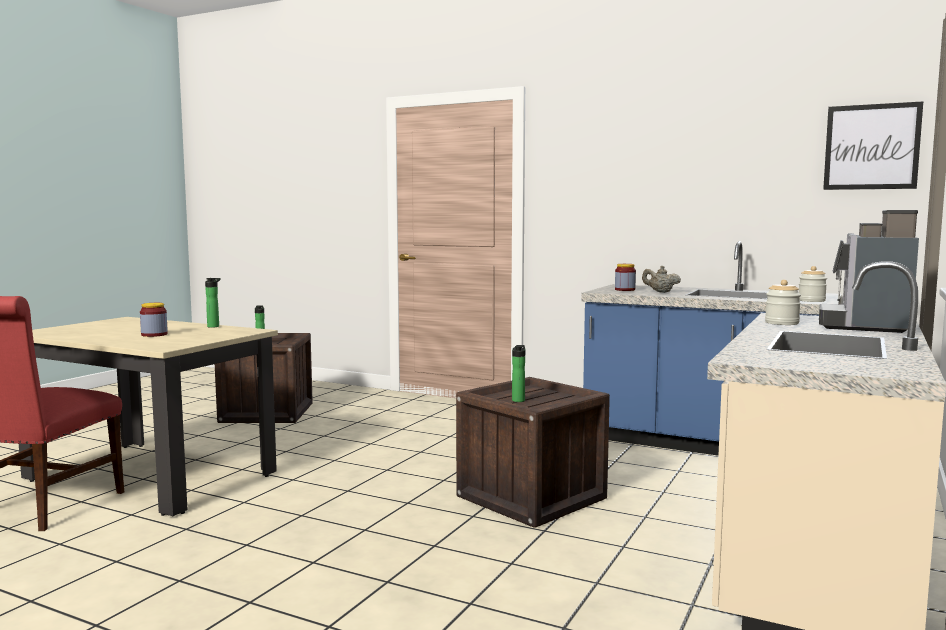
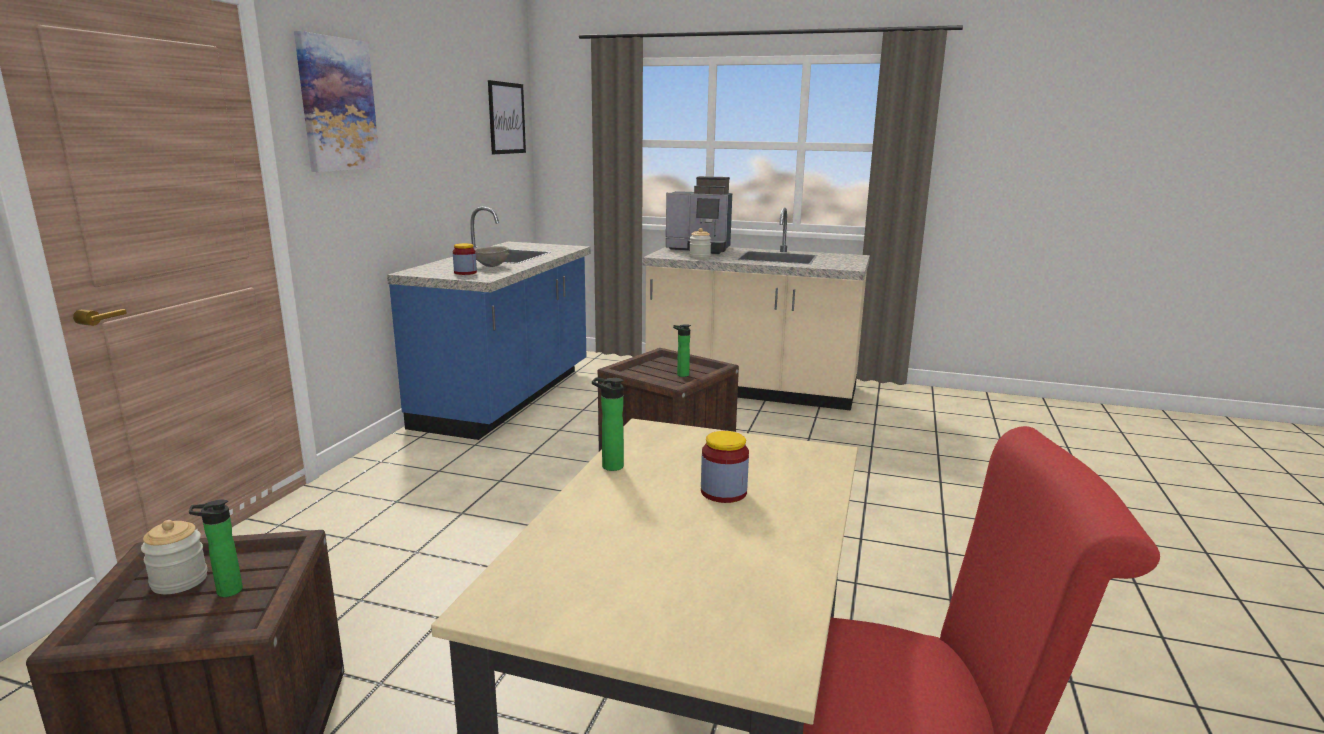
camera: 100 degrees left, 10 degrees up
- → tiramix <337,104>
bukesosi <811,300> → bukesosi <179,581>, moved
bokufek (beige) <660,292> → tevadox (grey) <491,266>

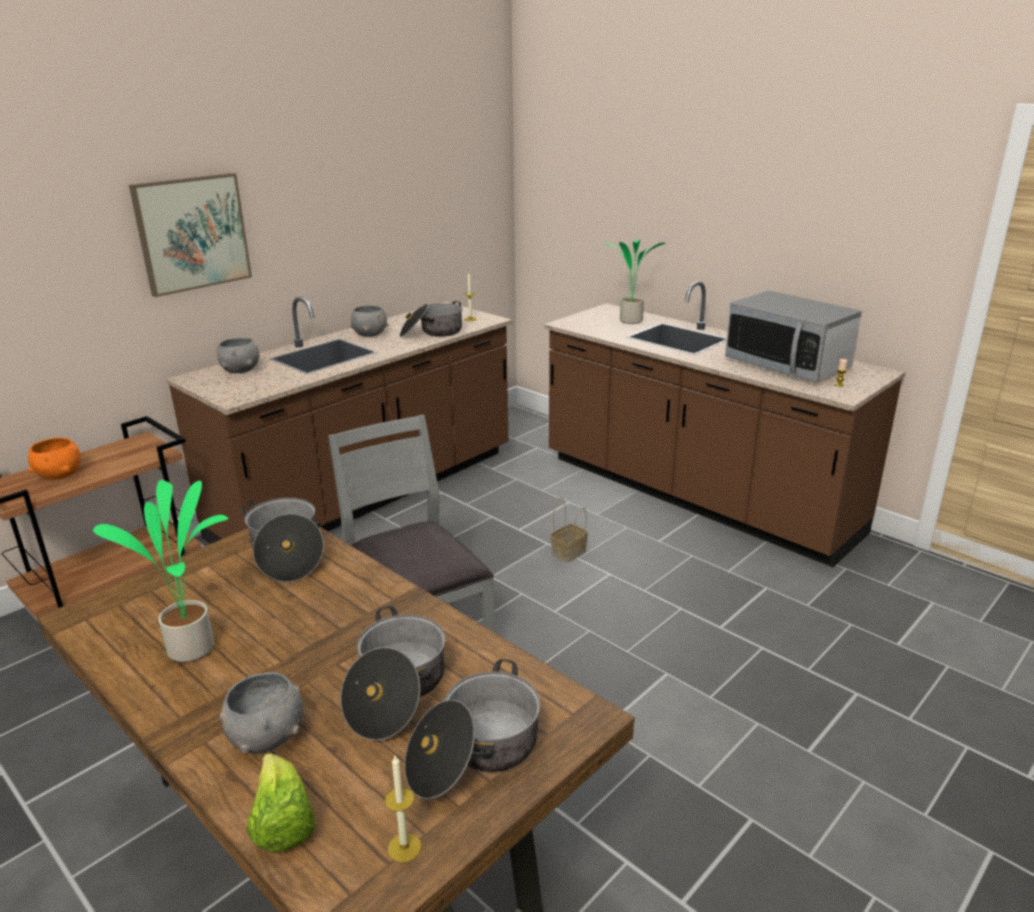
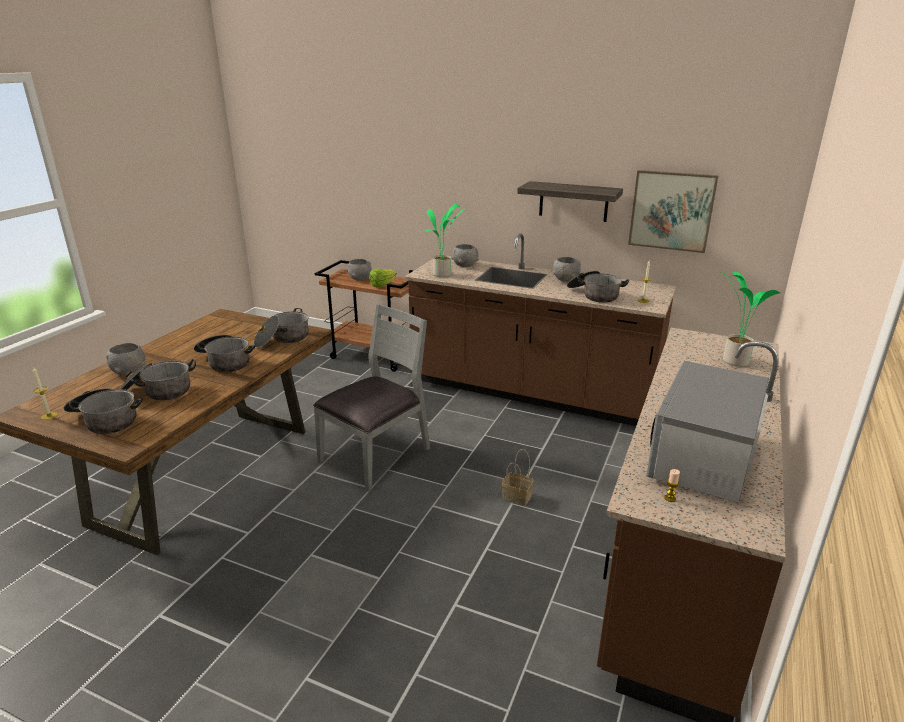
camera: 70 degrees right, 0 degrees up
- → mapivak <225,362>
- → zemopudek <573,201>
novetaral <194,647> → novetaral <443,274>, moved
tiramix <192,233> → tiramix <671,210>, moved
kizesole <282,824> → kizesole <382,285>, moved
tevadox (orange) <59,474> → tevadox (grey) <360,278>

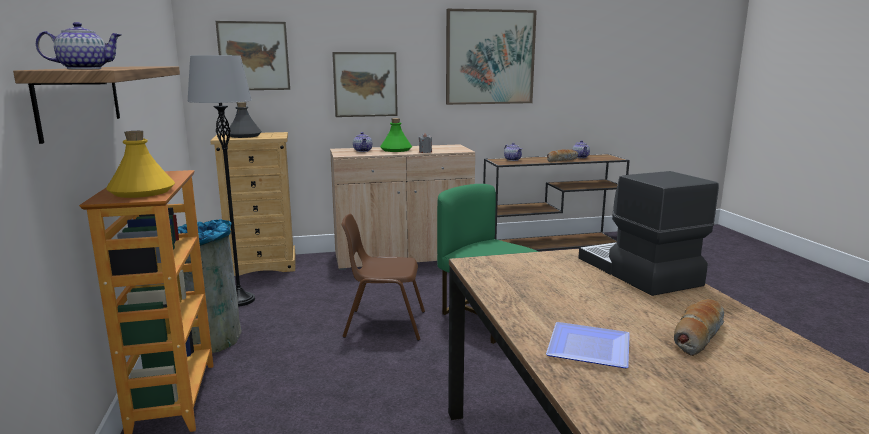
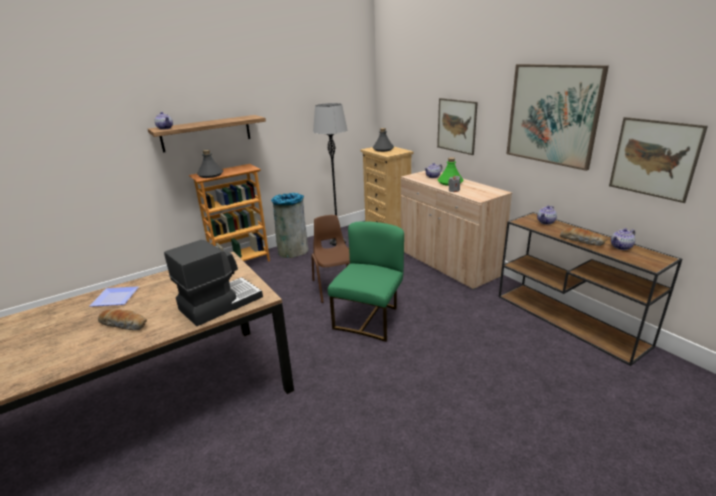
camera: 70 degrees right, 10 degrees up
tiramix <254,56> → tiramix <654,158>, moved
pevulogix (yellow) <142,192> → pevulogix (grey) <211,175>

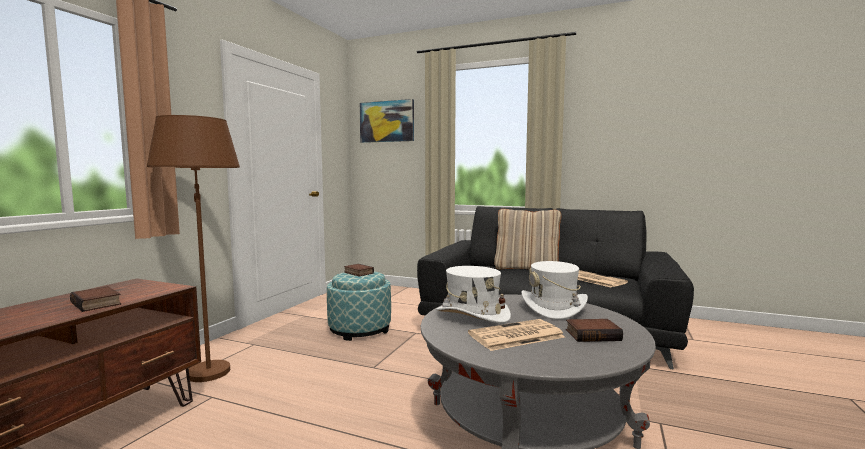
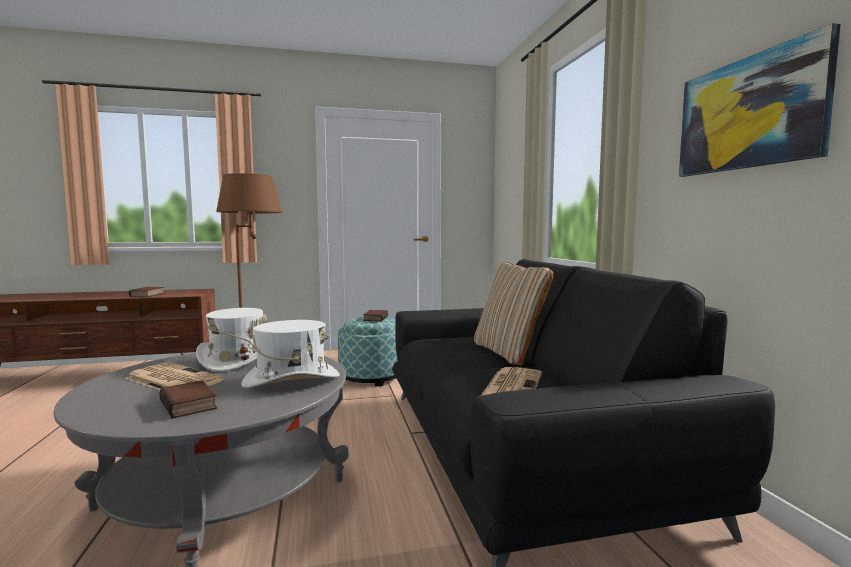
camera: 55 degrees right, 0 degrees up
tiramix <387,121> → tiramix <748,113>, moved

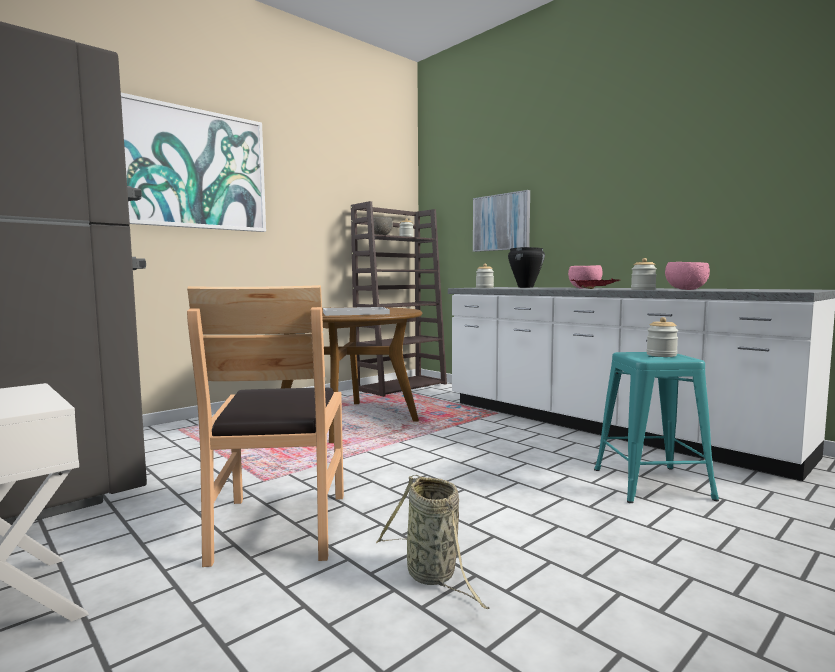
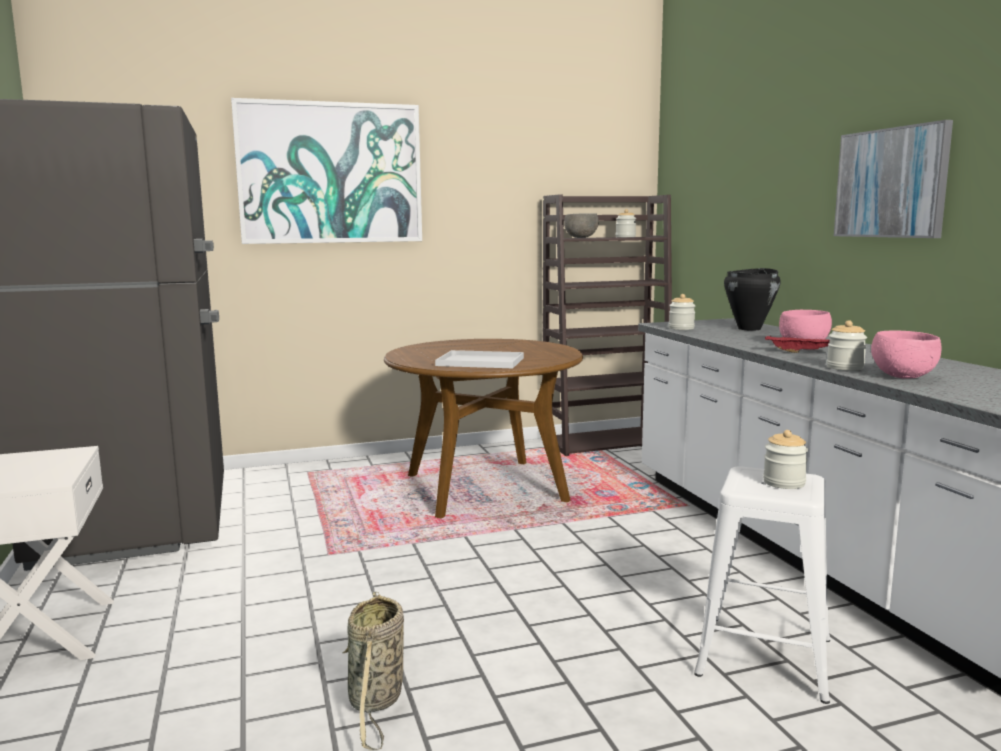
camera: 25 degrees right, 5 degrees up
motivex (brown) <279,526> → -
tiramix <501,222> → tiramix <891,183>, moved
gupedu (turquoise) <651,483> → gupedu (white) <764,656>

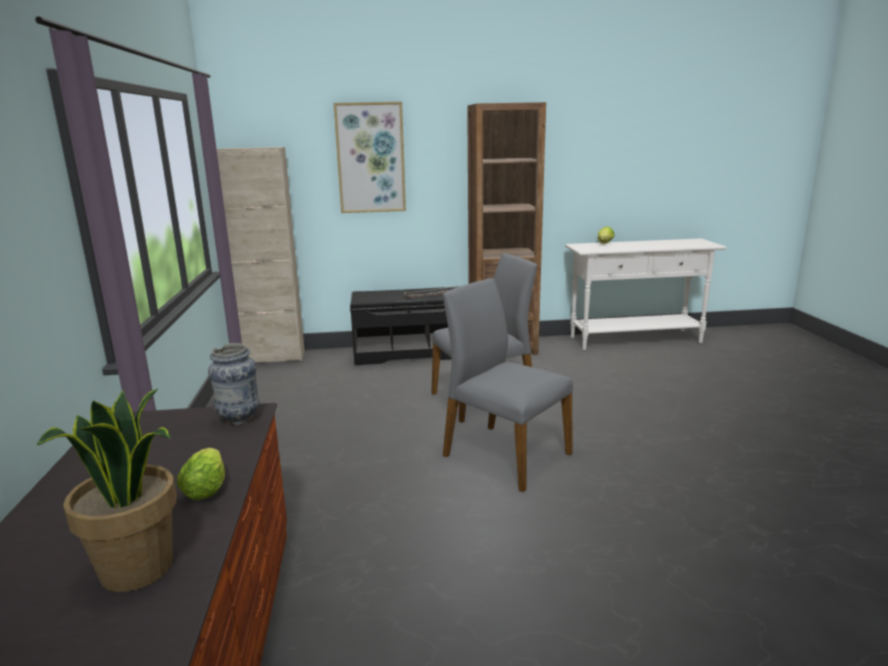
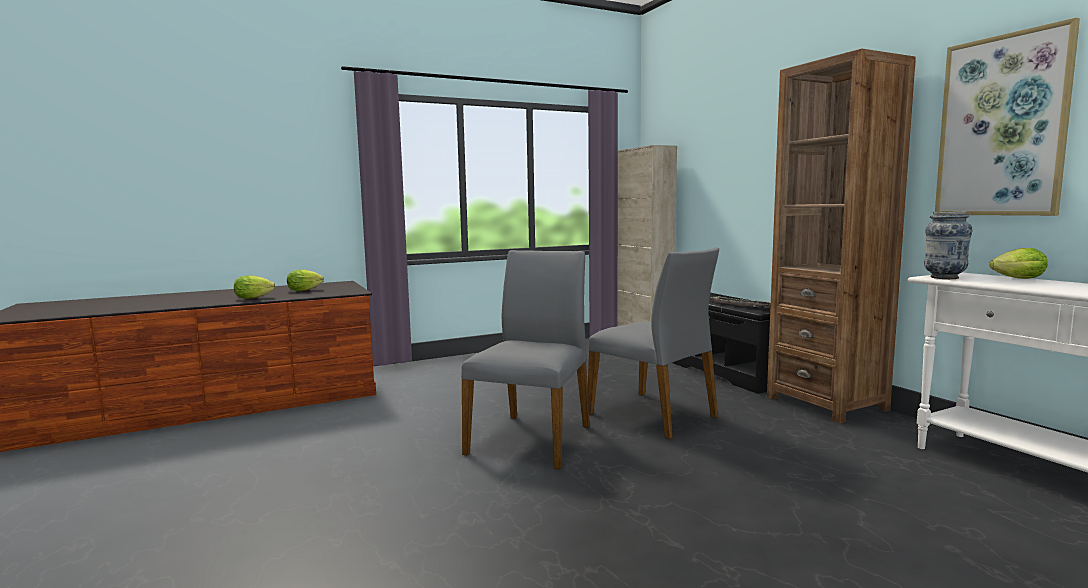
camera: 70 degrees right, 10 degrees down
novetaral <138,569> → -
- → kizesole <306,290>
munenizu <239,419> → munenizu <944,277>, moved
tiramix <370,158> → tiramix <1002,126>, moved

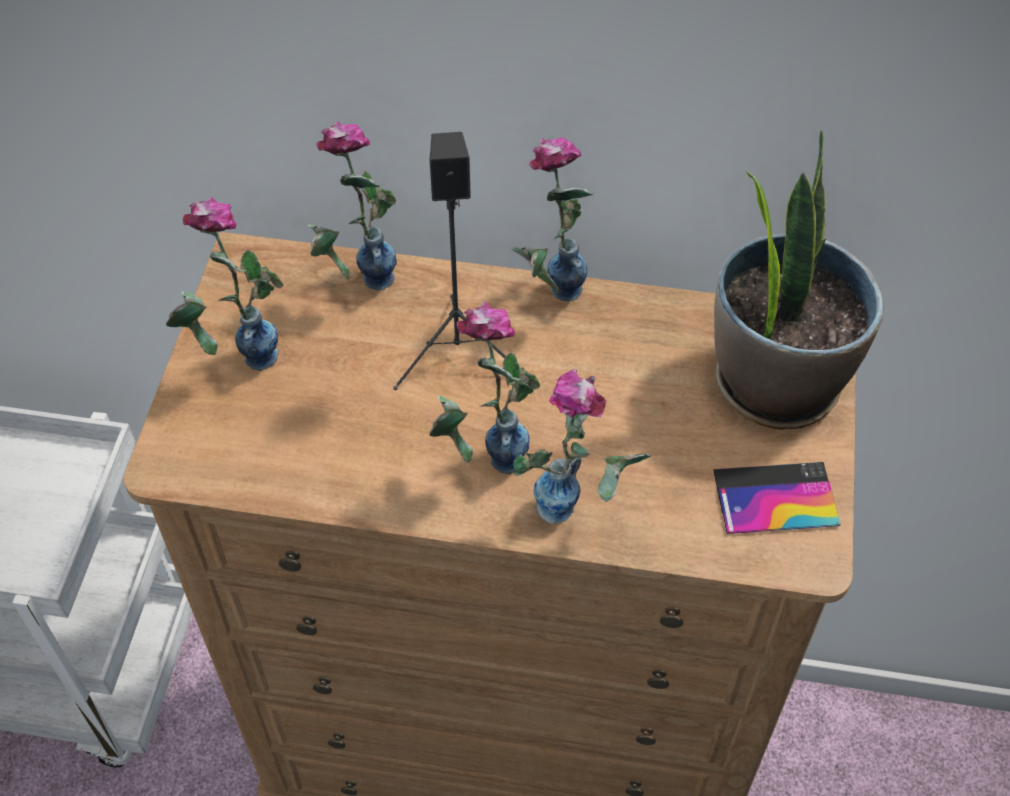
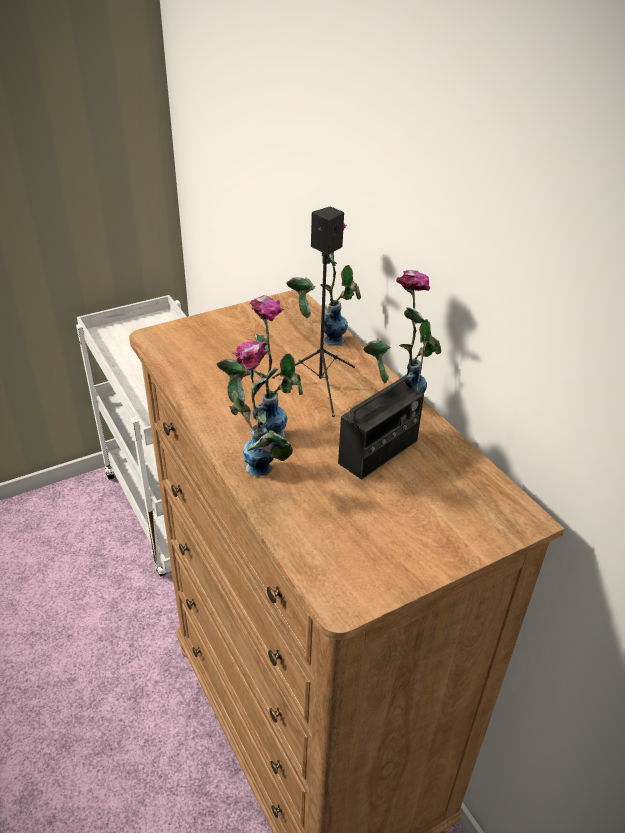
camera: 50 degrees right, 15 degrees down
munenizu <237,360> → -
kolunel <775,498> → -
novetaral <775,381> → -
- → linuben <378,452>

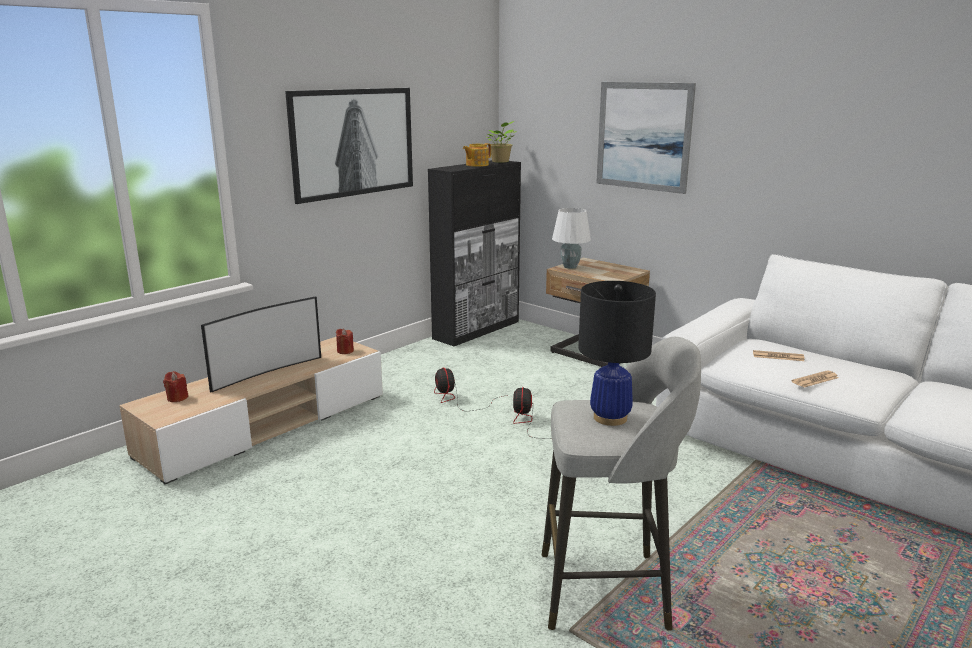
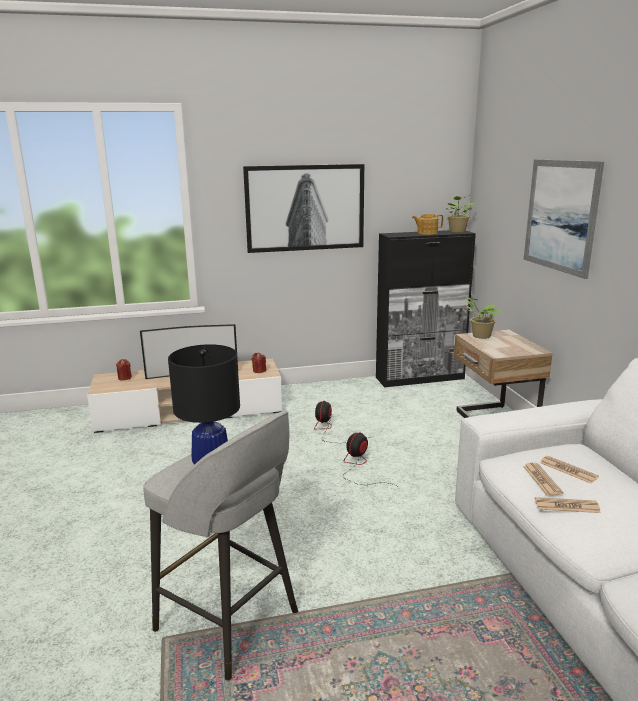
camera: 35 degrees right, 0 degrees up
- → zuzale <542,480>
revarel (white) <570,267> → novetaral <480,336>

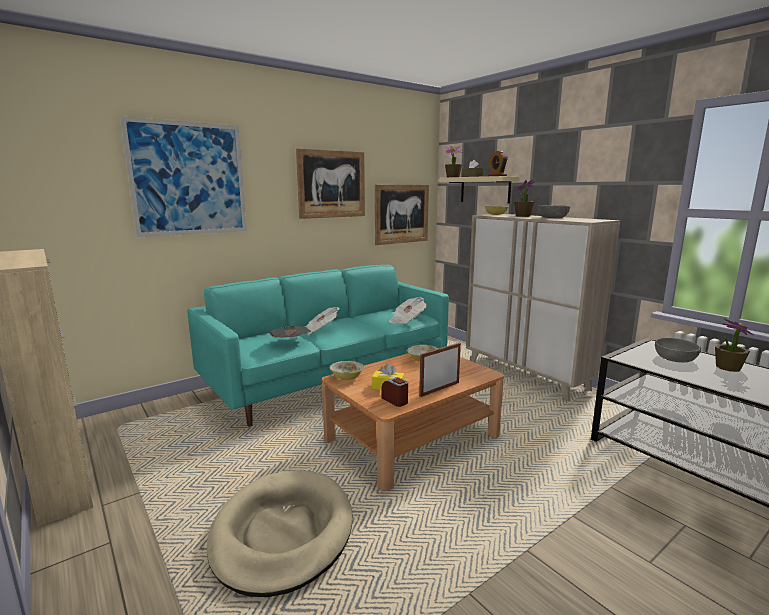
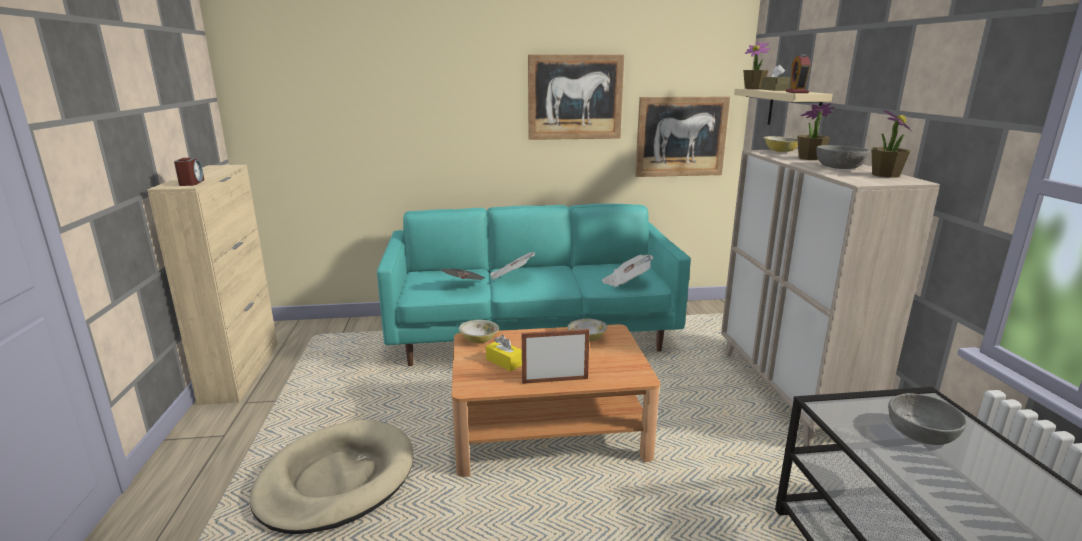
camera: 30 degrees right, 5 degrees up
tiramix <189,179> → -
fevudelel <395,400> → fevudelel <191,183>, moved
novetaral <728,367> → novetaral <885,175>, moved

